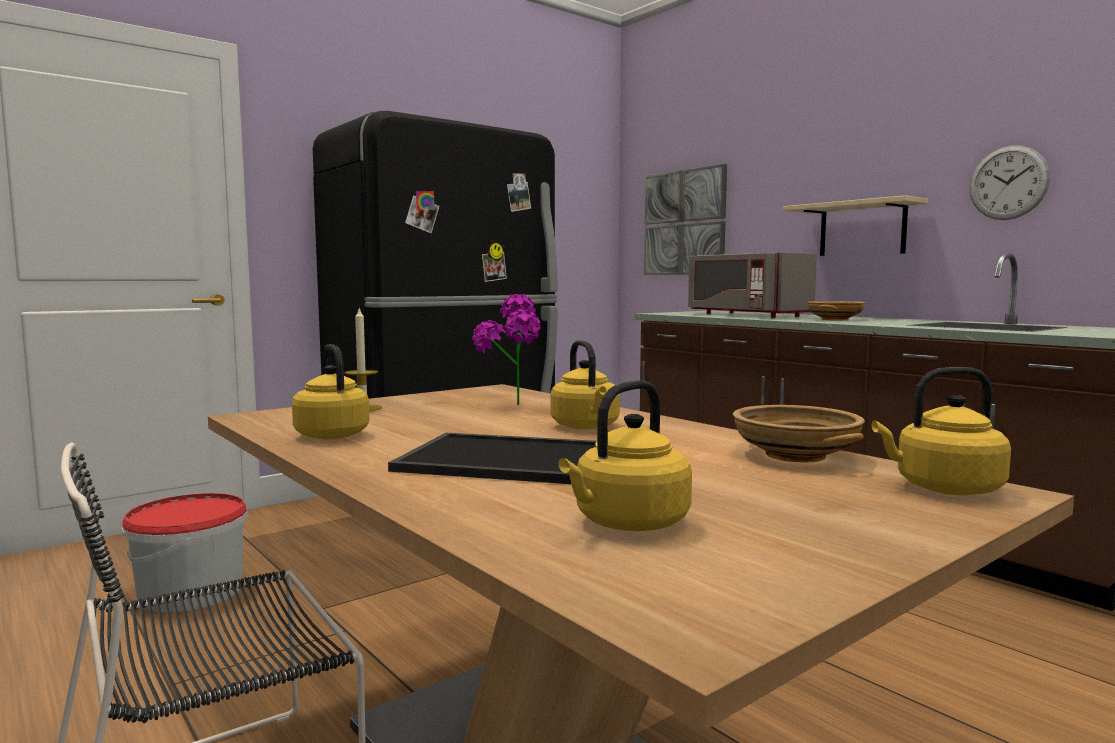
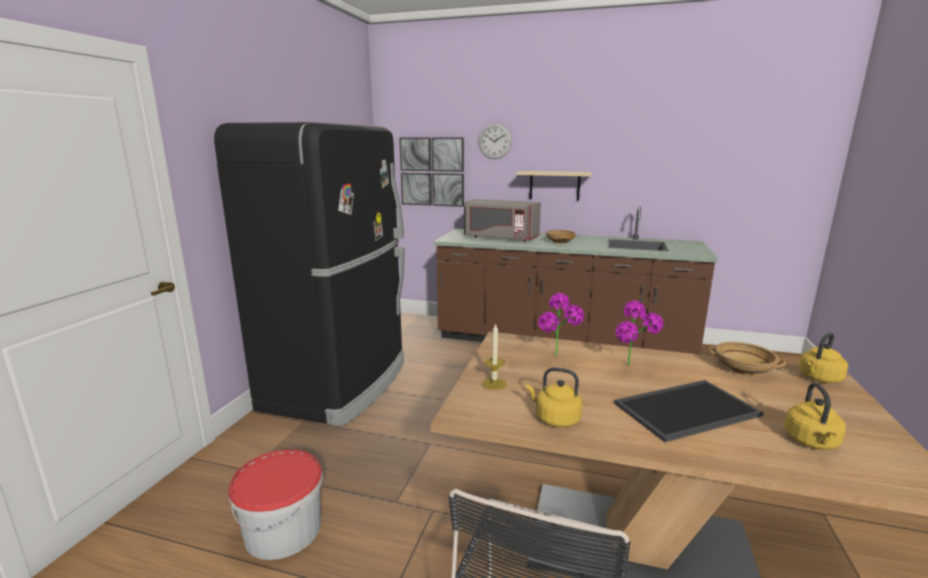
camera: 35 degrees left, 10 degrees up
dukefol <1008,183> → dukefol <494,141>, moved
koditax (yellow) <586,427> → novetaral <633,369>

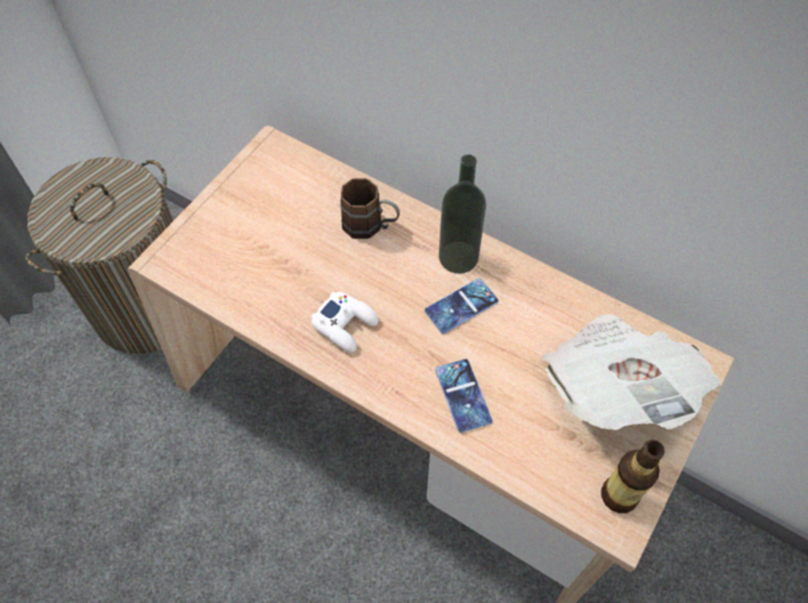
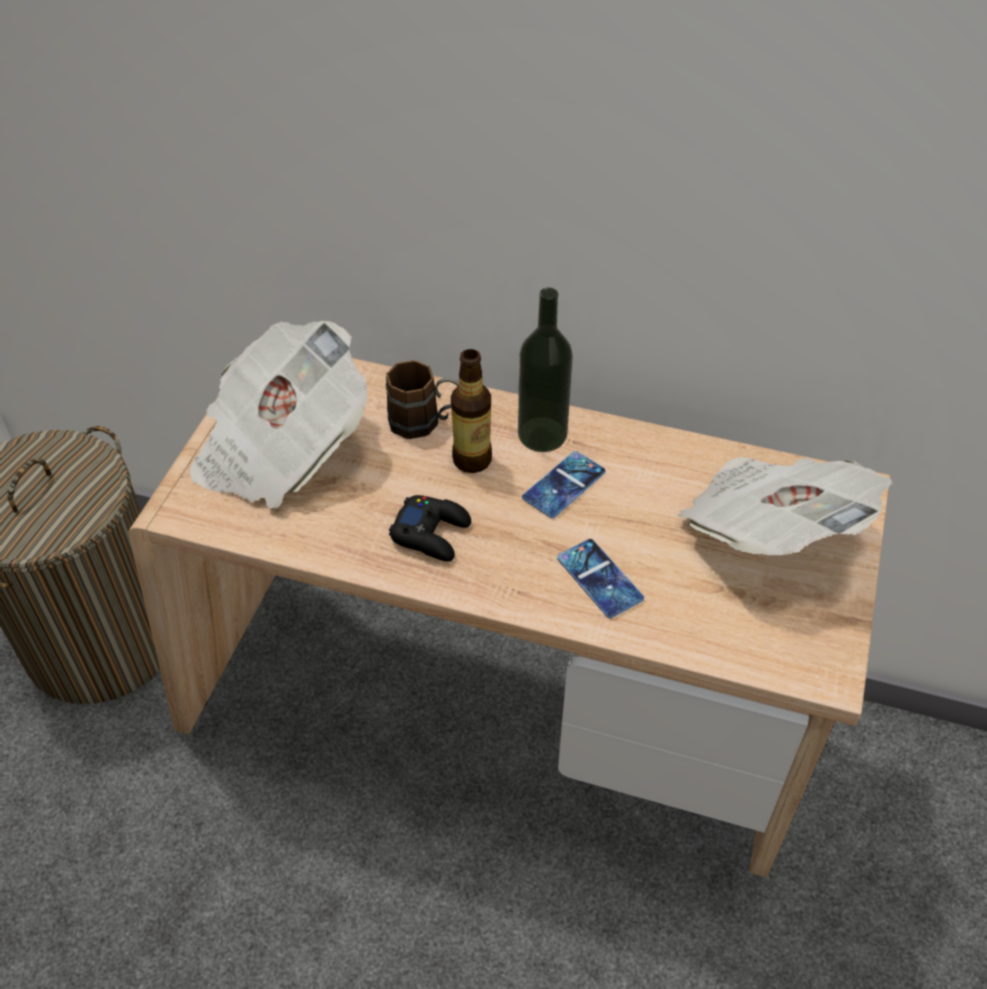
camera: 15 degrees left, 10 degrees down
- → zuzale <280,448>
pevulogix <619,496> → pevulogix <472,459>, moved
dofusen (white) <345,324> → dofusen (black) <431,533>

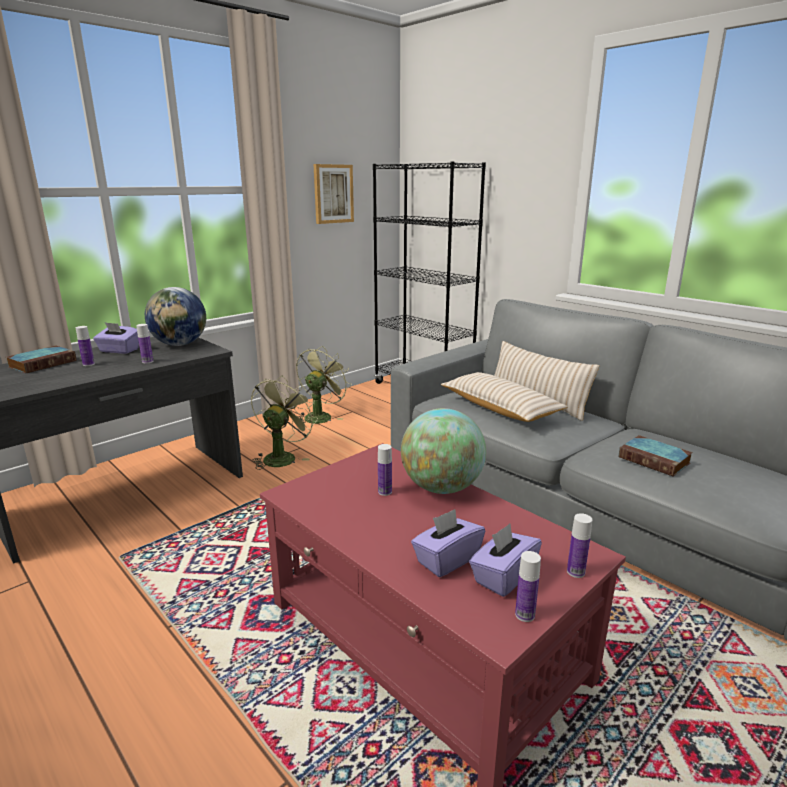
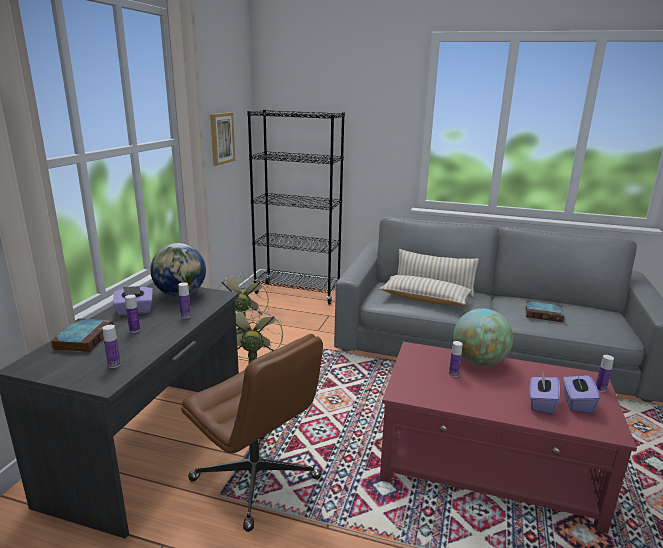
camera: 30 degrees left, 0 degrees up
- → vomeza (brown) <256,479>
pevulogix <525,615> → pevulogix <114,365>, moved

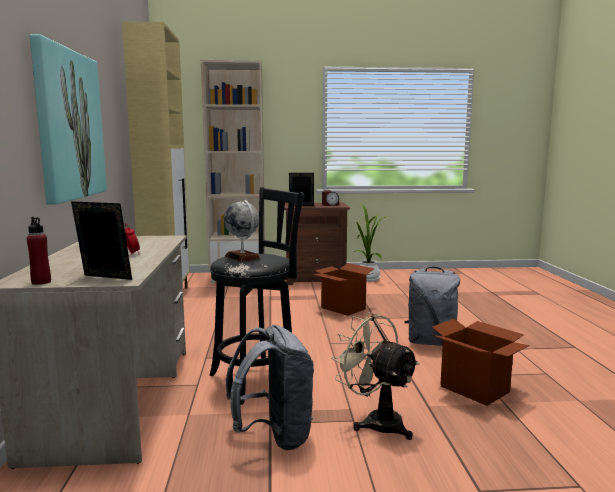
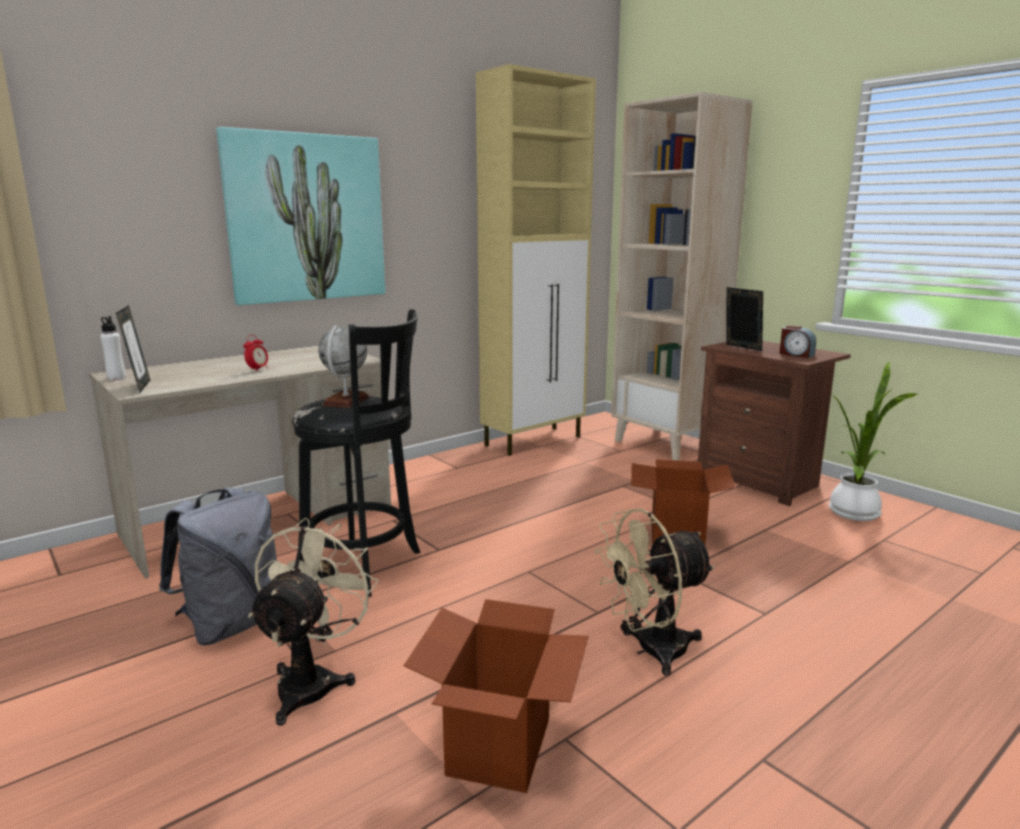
camera: 55 degrees right, 5 degrees up
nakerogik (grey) <431,342> → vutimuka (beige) <650,651>
pevulogix (red) <41,282> → pevulogix (white) <116,378>

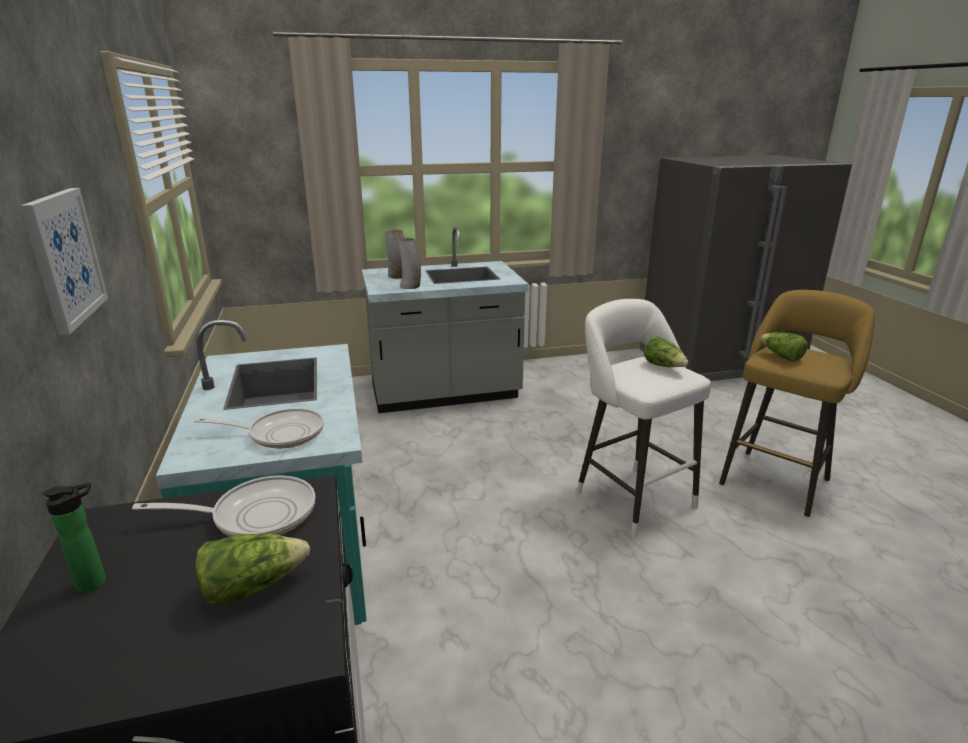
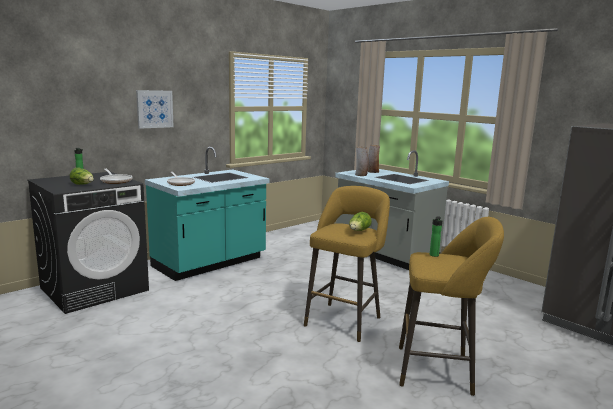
camera: 60 degrees right, 10 degrees down
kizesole <781,356> → pevulogix <433,255>
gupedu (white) <630,496> → gupedu (yellow) <345,319>

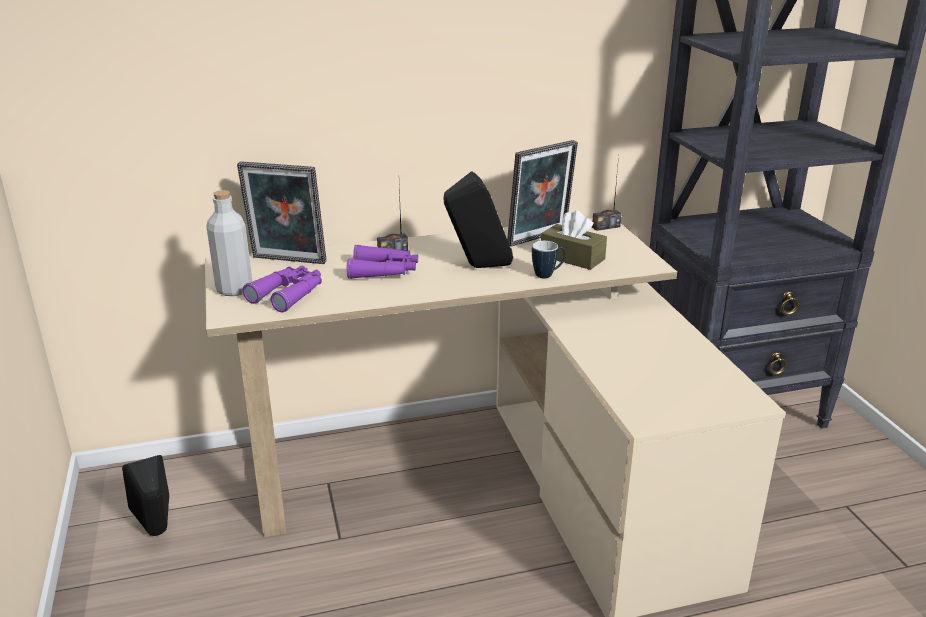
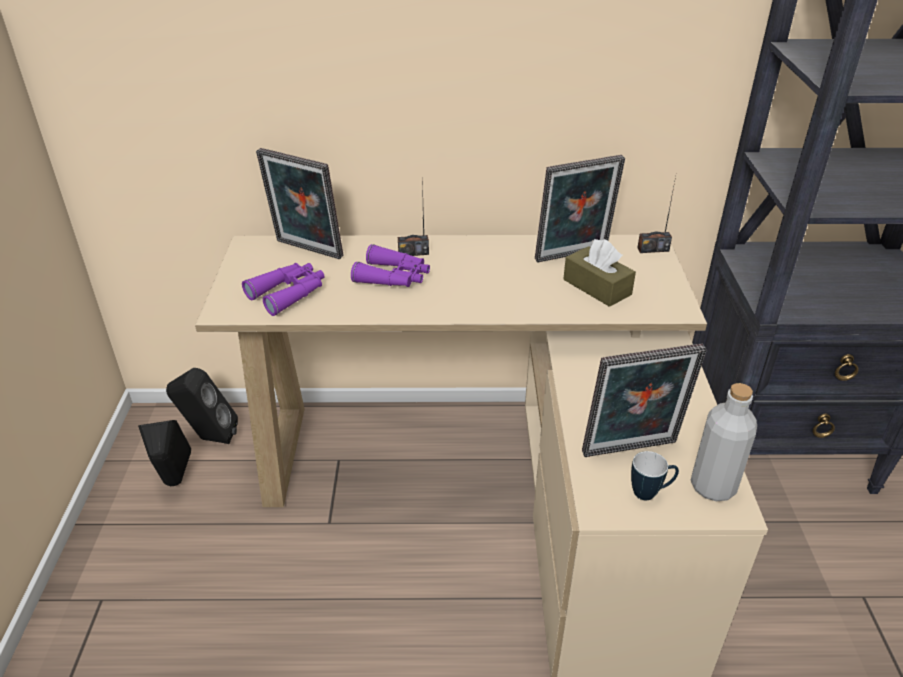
camera: 15 degrees right, 10 degrees up
- → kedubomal <631,451>
pevulogix (grey) <234,289> → pevulogix (grey) <713,486>, moved
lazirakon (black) <478,267> → lazirakon (black) <209,438>, moved
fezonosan <548,275> → fezonosan <650,493>, moved

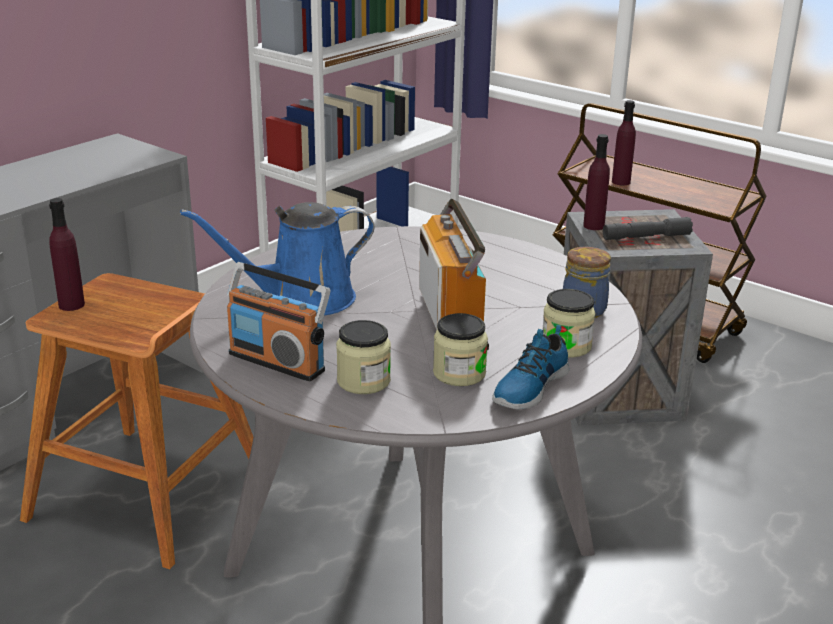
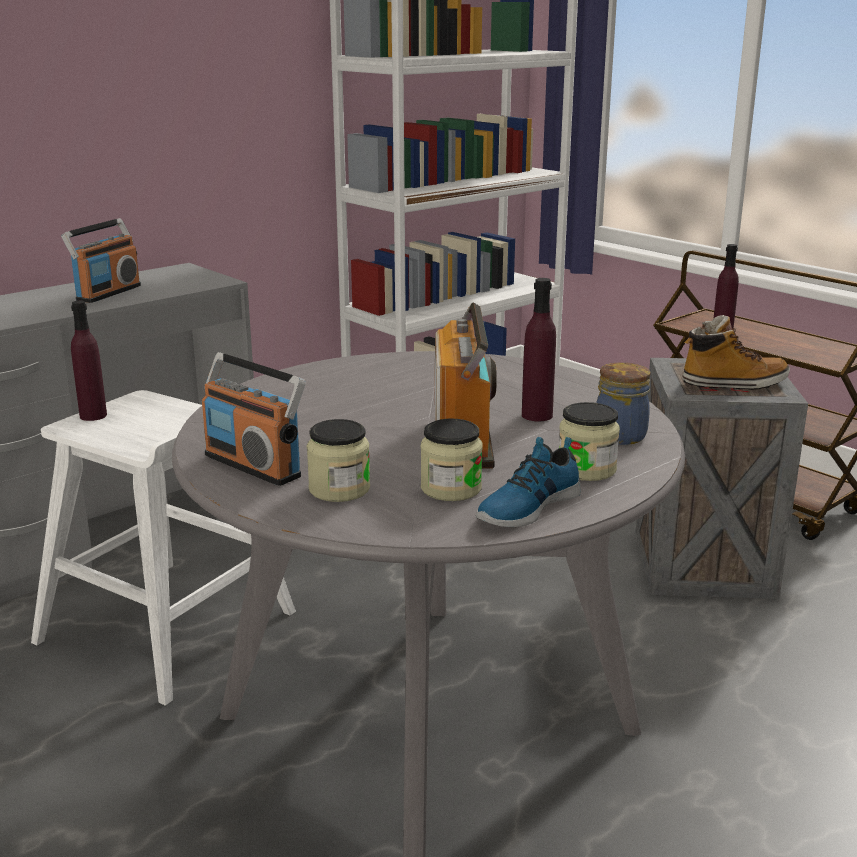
camera: 10 degrees right, 5 degrees down
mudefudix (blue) <302,300> → -
- → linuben <108,293>
pevulogix (purple) <593,226> → pevulogix (purple) <537,415>, moved
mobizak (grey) <646,237> → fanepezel <733,384>
gupedu (brown) <149,494> → gupedu (white) <168,628>

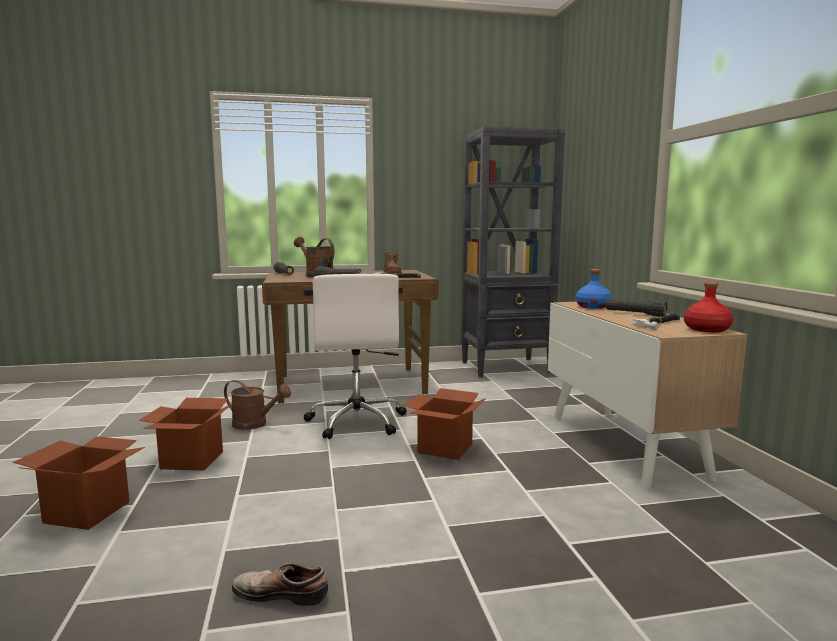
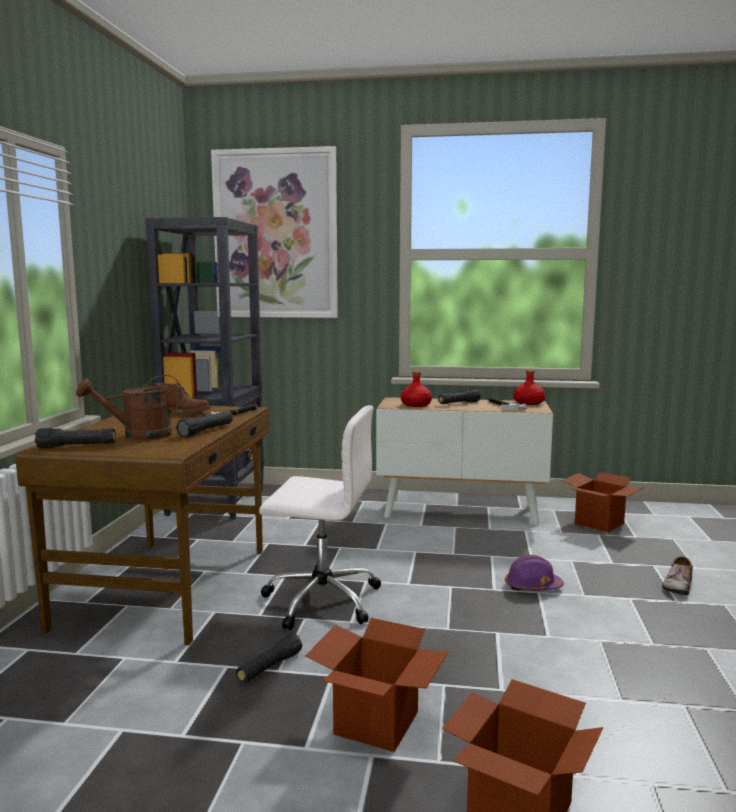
camera: 70 degrees left, 0 degrees up
- → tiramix <275,234>
- → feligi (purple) <532,587>
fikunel <282,592> → fikunel <676,585>, moved
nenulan <445,448> → nenulan <599,523>, moved
mudefudix (brown) <255,424> → mobizak (black) <269,668>
pevulogix (blue) <593,307> → pevulogix (red) <416,405>

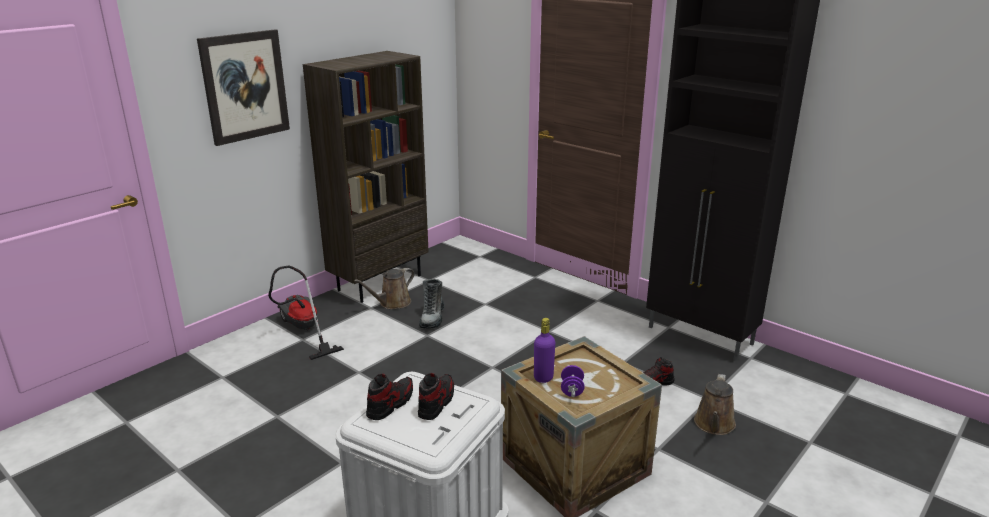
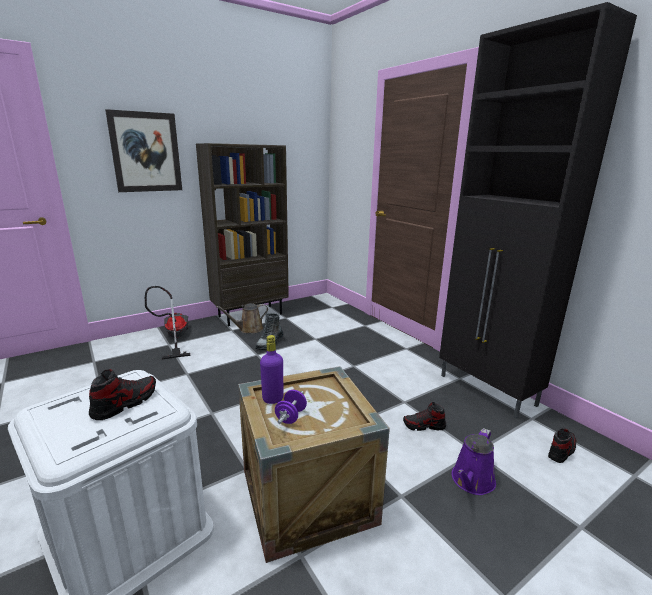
camera: 15 degrees right, 5 degrees down
fikunel <390,404> → fikunel <561,451>, moved
mudefudix (brown) <714,425> → mudefudix (purple) <471,482>

